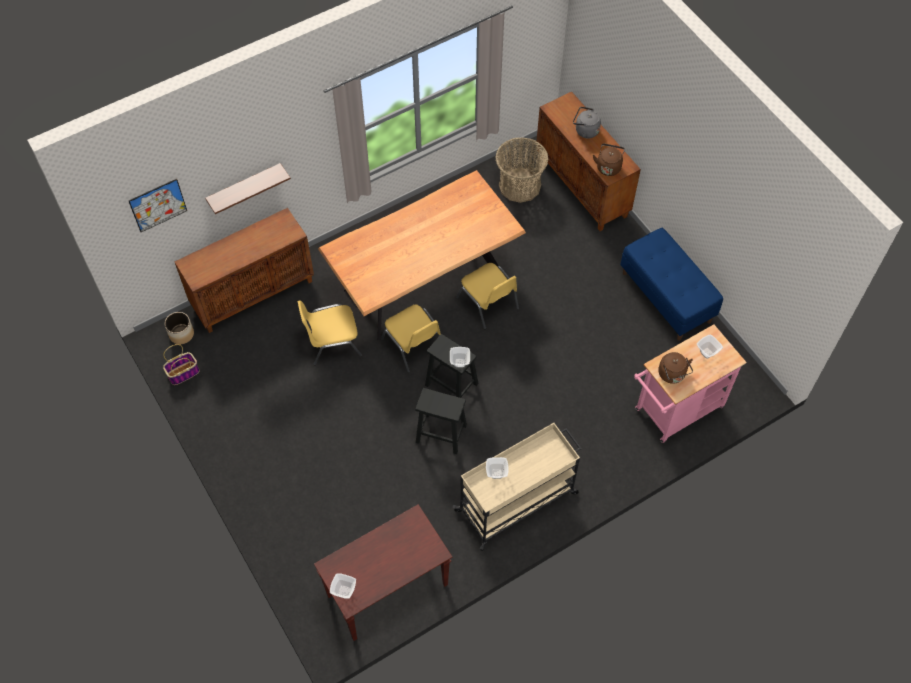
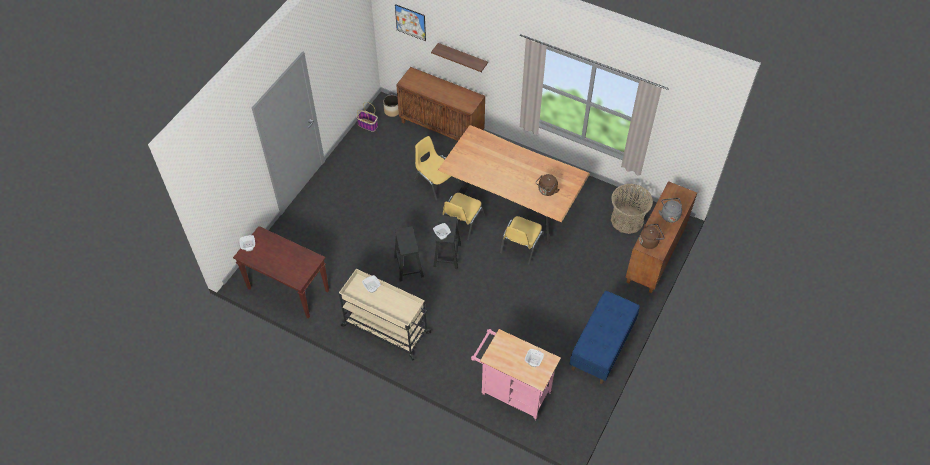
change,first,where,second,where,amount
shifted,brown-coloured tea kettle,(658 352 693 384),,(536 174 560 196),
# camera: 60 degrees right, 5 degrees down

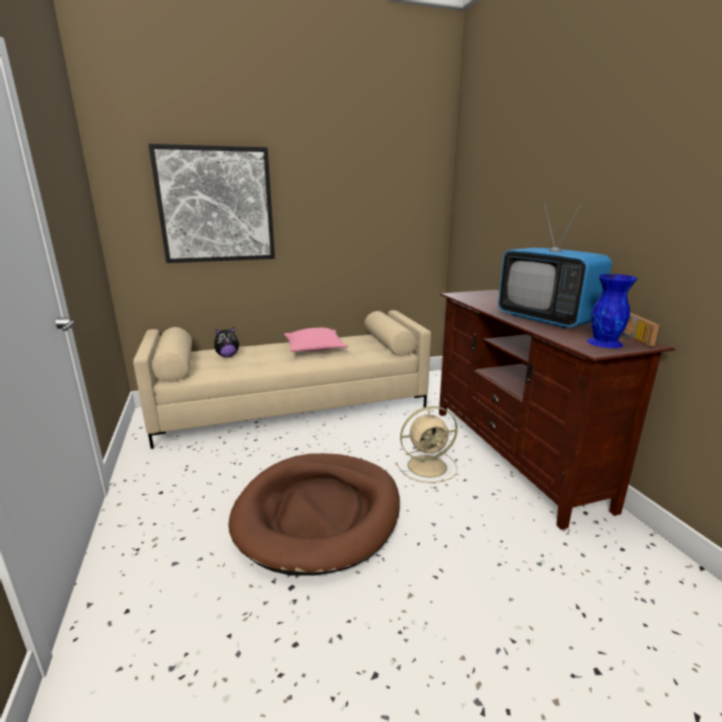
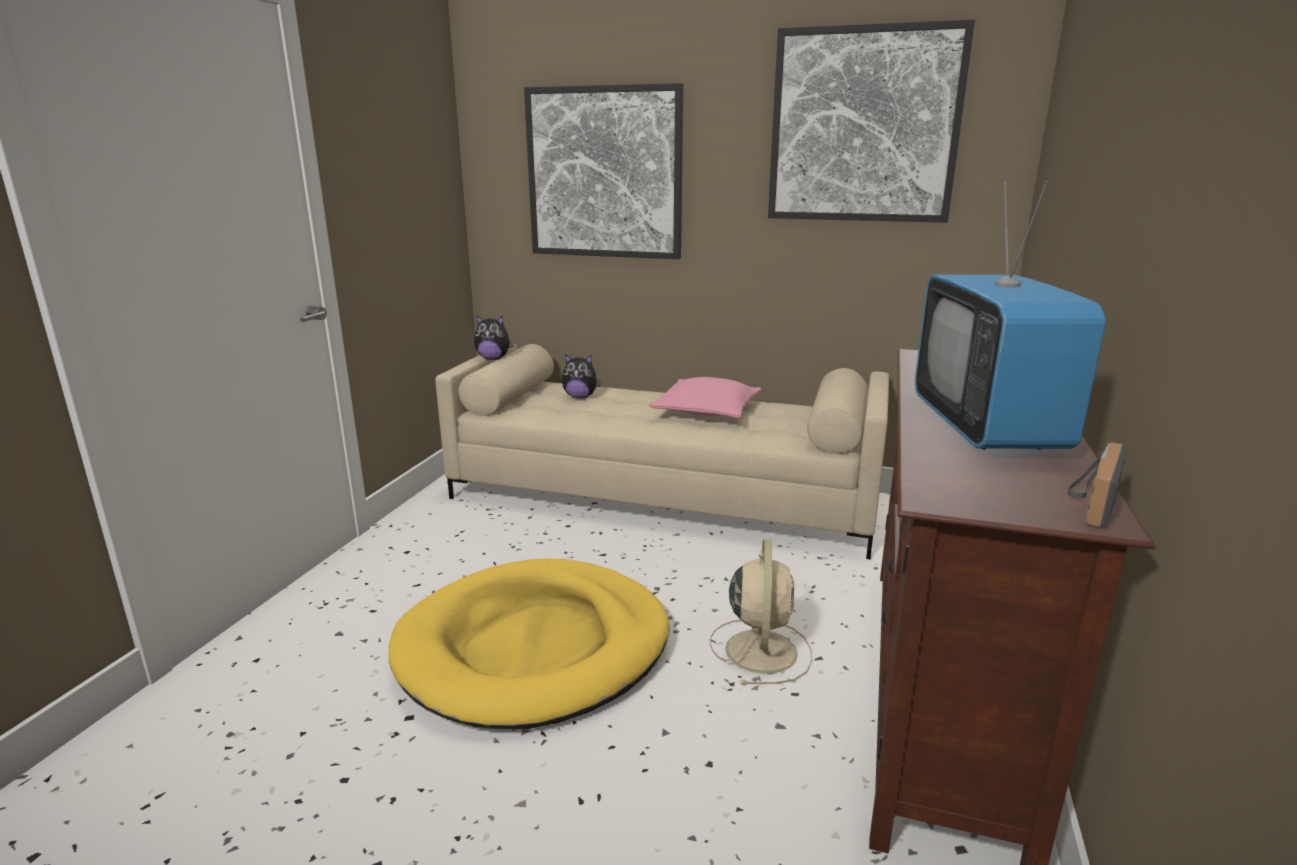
change,first,where,second,where,amount
gone,bluish vase,(587 274 637 348),,,
new,,,plush toy,(474 316 515 360),
new,,,picture,(768 19 975 223),
repainted,brown-coloured pet bed,(228 453 400 576),yellow pet bed,(389 558 670 729),
rotated,beige-coloured electric fan,(395 406 458 483),,(710 539 812 685),105 degrees counterclockwise
# camera: 35 degrees right, 0 degrees up

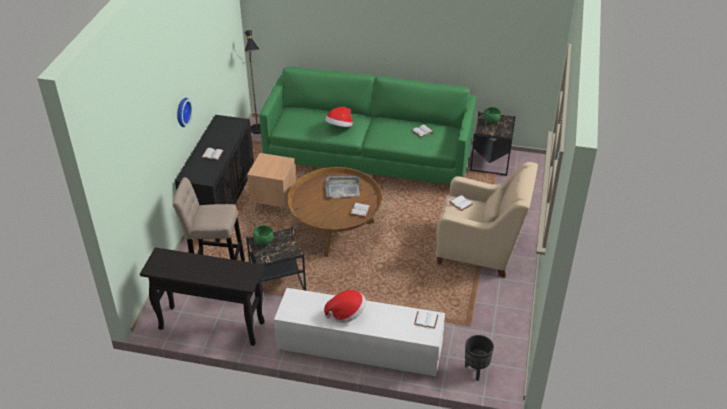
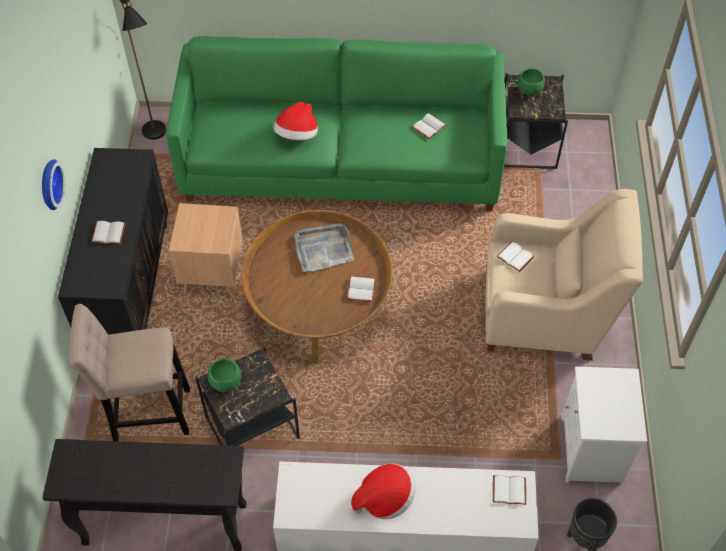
change,first,where,second,where,amount
new,,,whitish night table,(561 367 647 483),
# camera: 10 degrees left, 15 degrees up

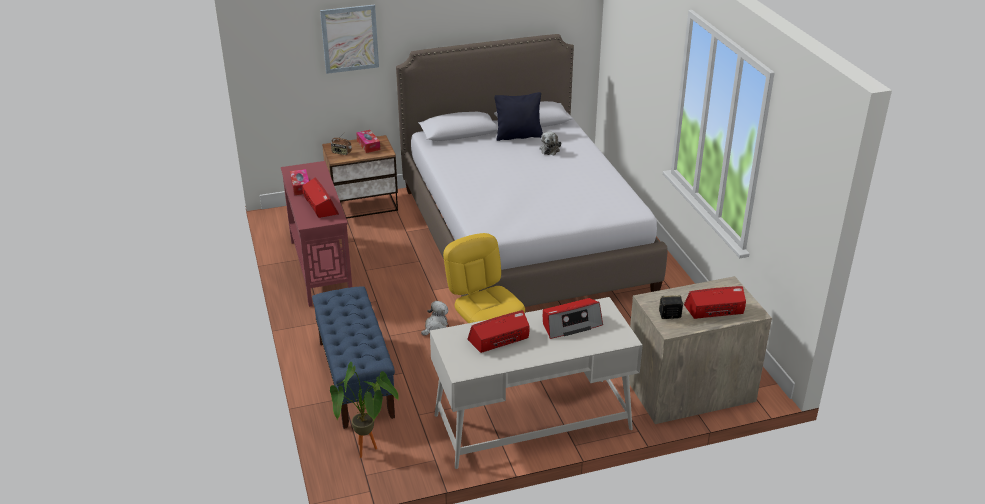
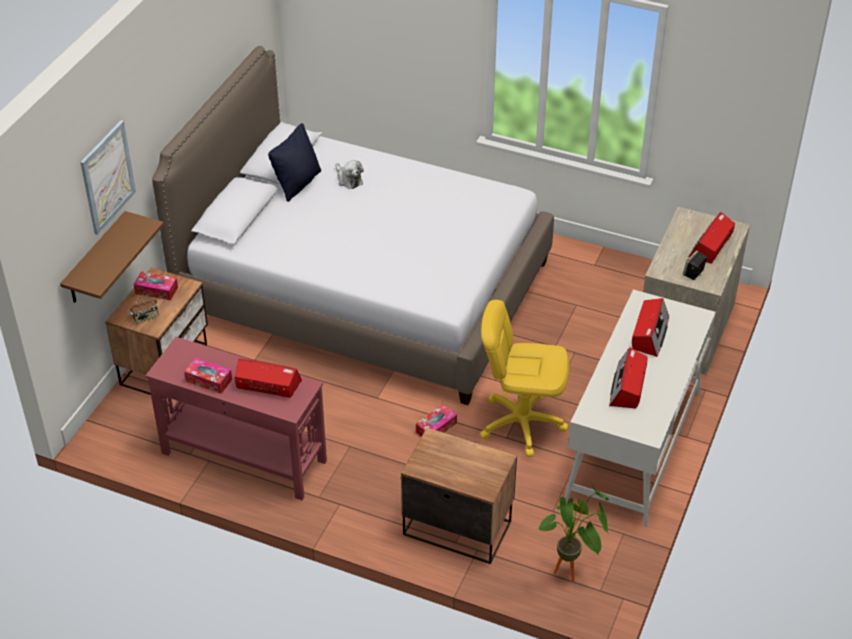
change,first,where,second,where,amount
new,,,brown-coloured shelf,(60 211 164 303),
swapped,bluish long seat,(312 287 395 429),night table,(401 428 517 564),
swapped,plush toy,(421 301 448 336),box of tissues,(416 404 457 437),
# camera: 50 degrees left, 10 degrees up

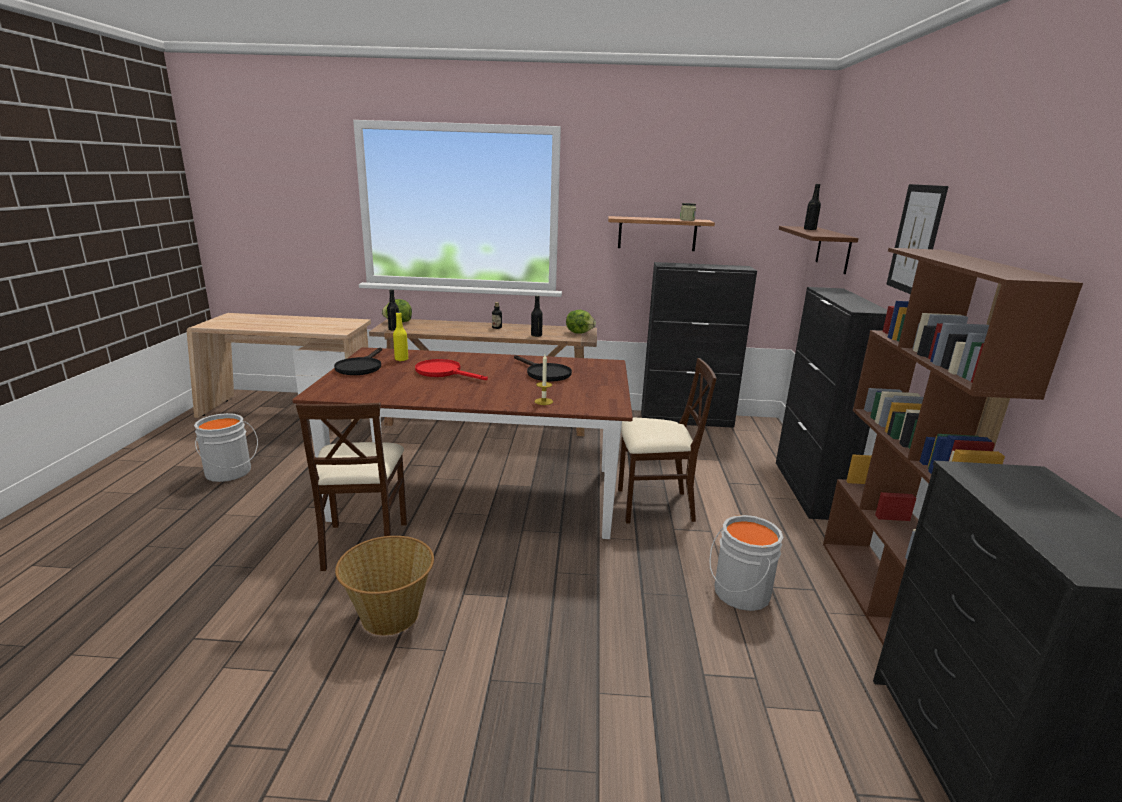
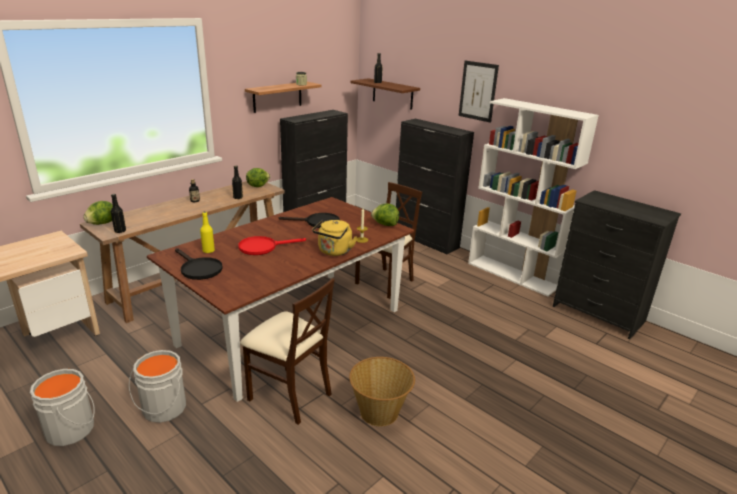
change,first,where,second,where,amount
new,,,yellow tea kettle,(312 220 357 256),
new,,,lettuce head,(371 204 399 226),
shifted,grey bucket,(709 515 783 611),,(129 350 186 423),
repainted,brown-coloured shelving unit,(823 248 1083 645),whitish shelving unit,(468 98 599 297),
# camera: 50 degrees left, 5 degrees up

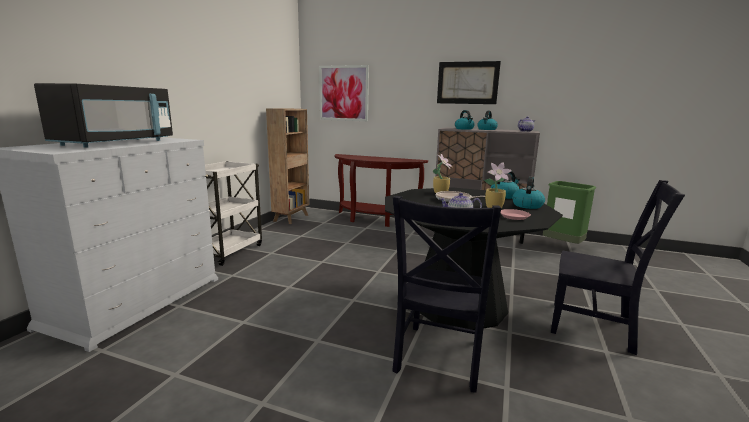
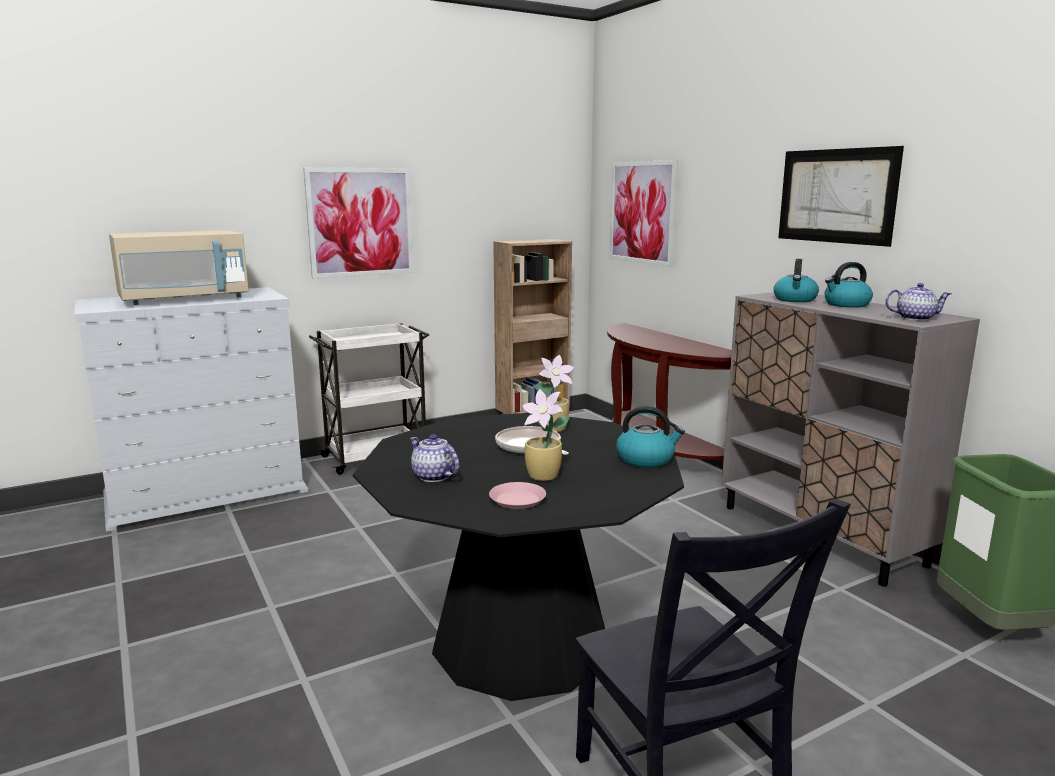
change,first,where,second,where,amount
gone,black chair,(392 196 501 392),,,
gone,tea kettle,(512 177 545 209),,,
new,,,picture,(303 167 414 279),
repainted,black kitchen microwave,(34 83 173 148),beige-coloured kitchen microwave,(109 230 249 305),
# camera: 40 degrees right, 0 degrees up

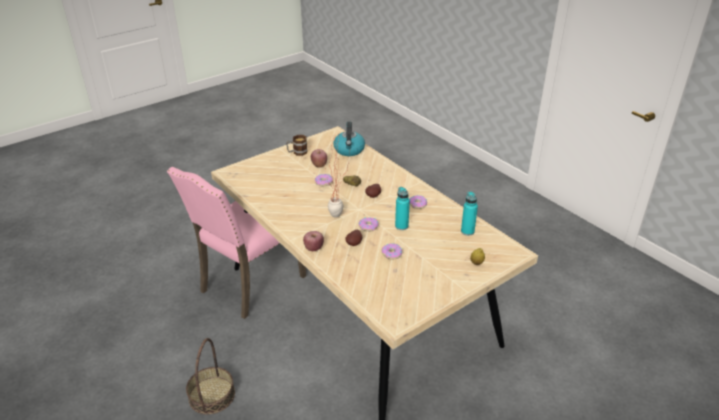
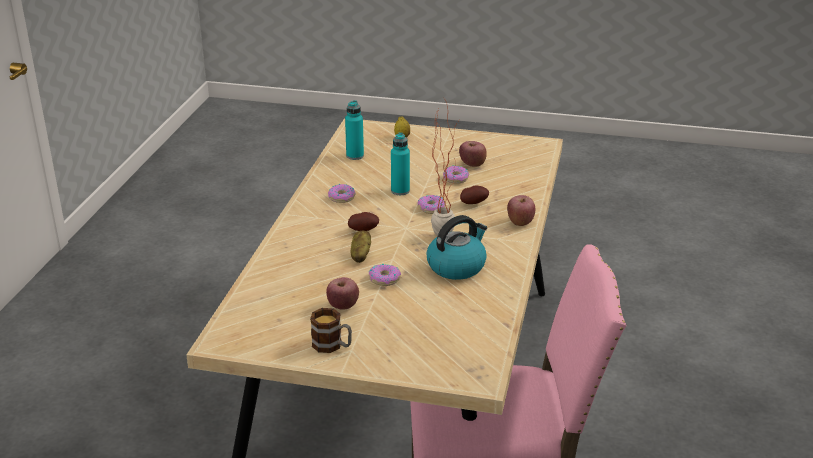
change,first,where,second,where,amount
gone,household basket,(186 338 235 415),,,
new,,,apple,(459 141 487 167),
shifted,tea kettle,(333 122 365 156),,(426 215 487 280),
# camera: 130 degrees left, 5 degrees down

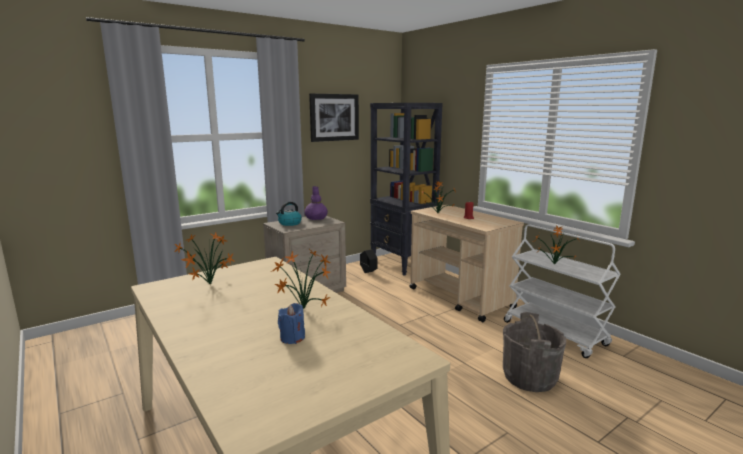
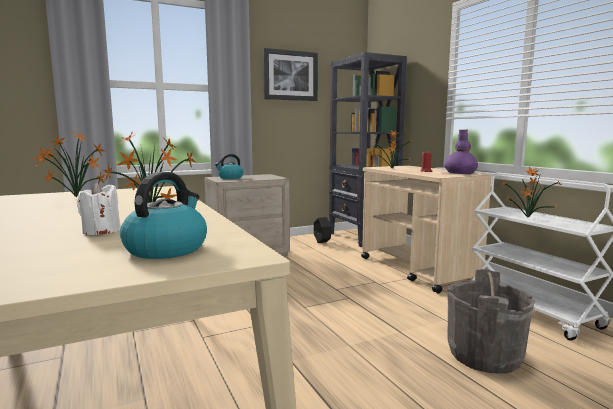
change,first,where,second,where,amount
new,,,tea kettle,(120 172 207 259),
shifted,purplish vase,(304 186 328 220),,(444 130 478 174),
repainted,bluish wax light,(278 303 305 344),whitish wax light,(77 182 121 235),
# camera: 10 degrees right, 5 degrees down

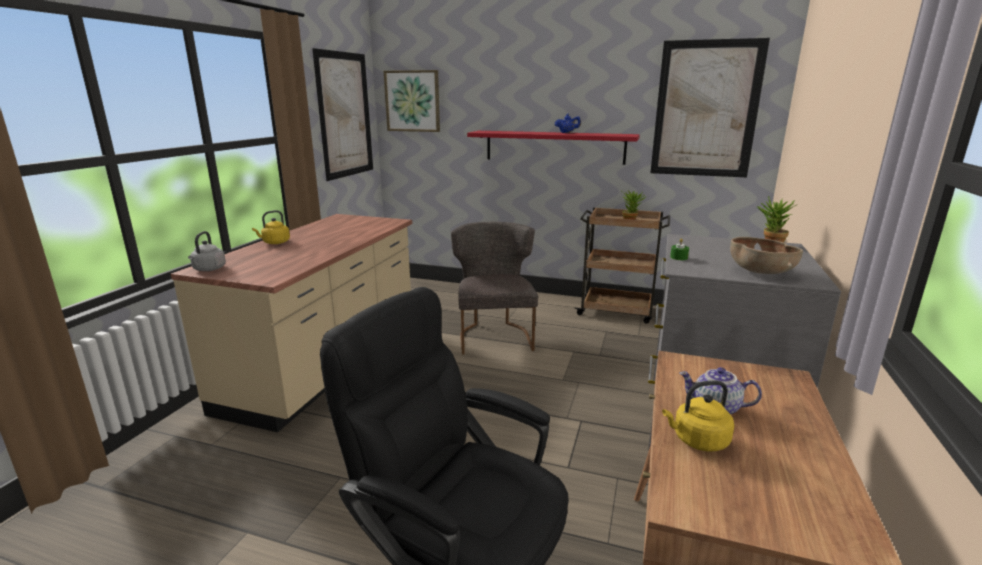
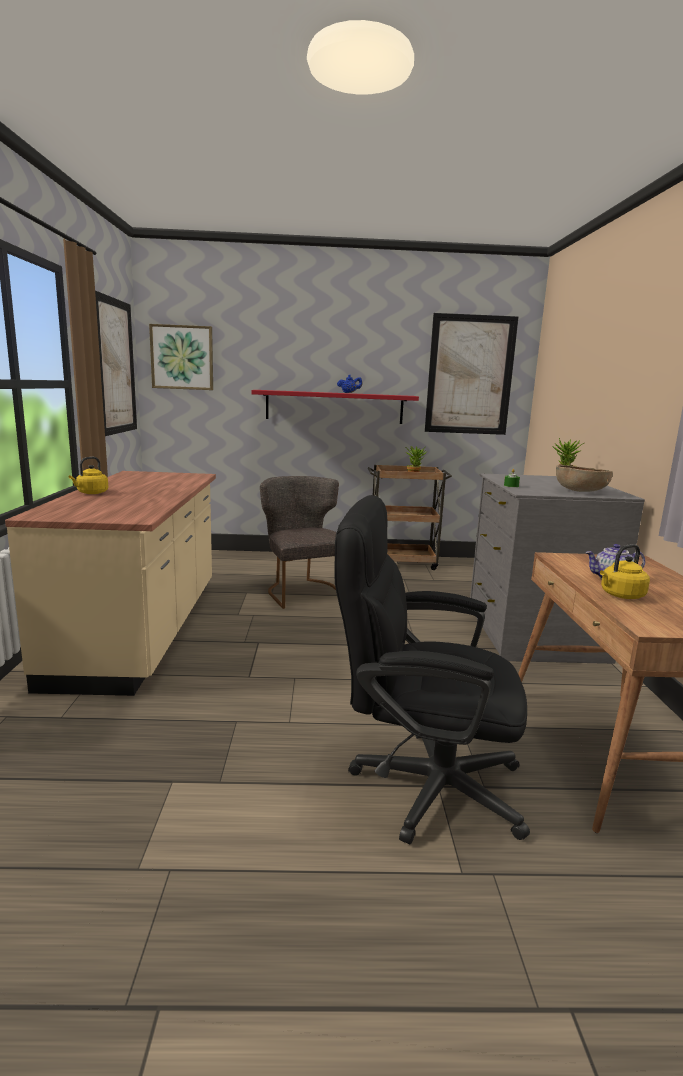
change,first,where,second,where,amount
gone,grey tea kettle,(188 231 226 271),,,
# camera: 20 degrees left, 5 degrees down

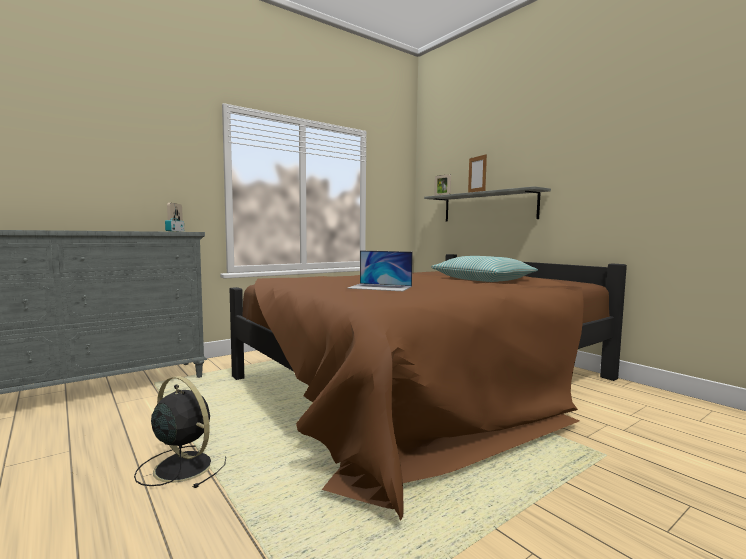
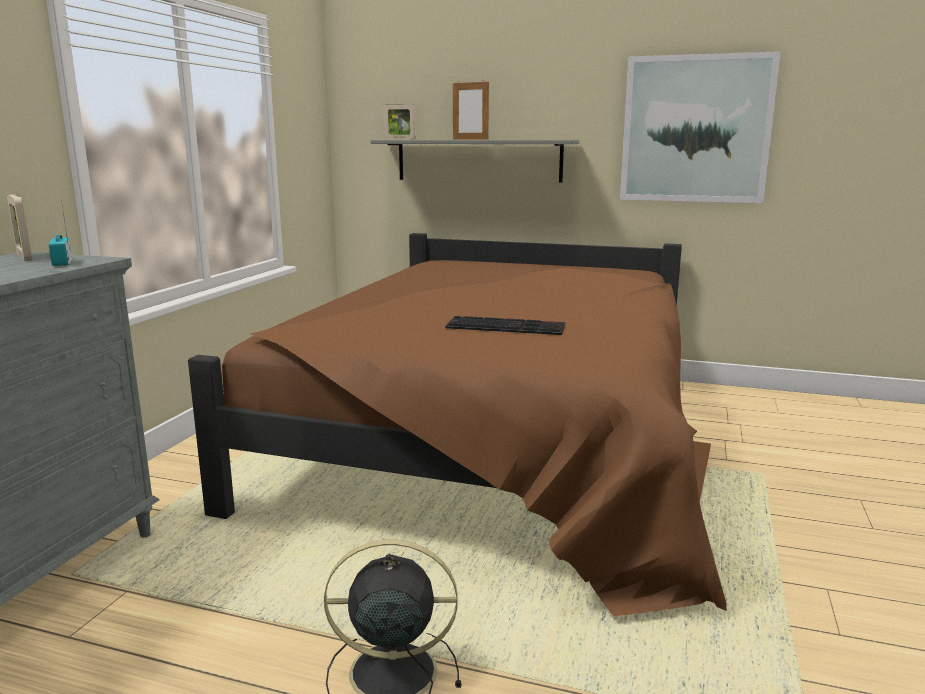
change,first,where,second,where,amount
gone,pillow,(431 256 538 282),,,
new,,,picture,(620 51 781 203),
swapped,notebook computer,(347 250 413 291),PC keyboard,(446 316 565 335),
# camera: 35 degrees left, 10 degrees up

